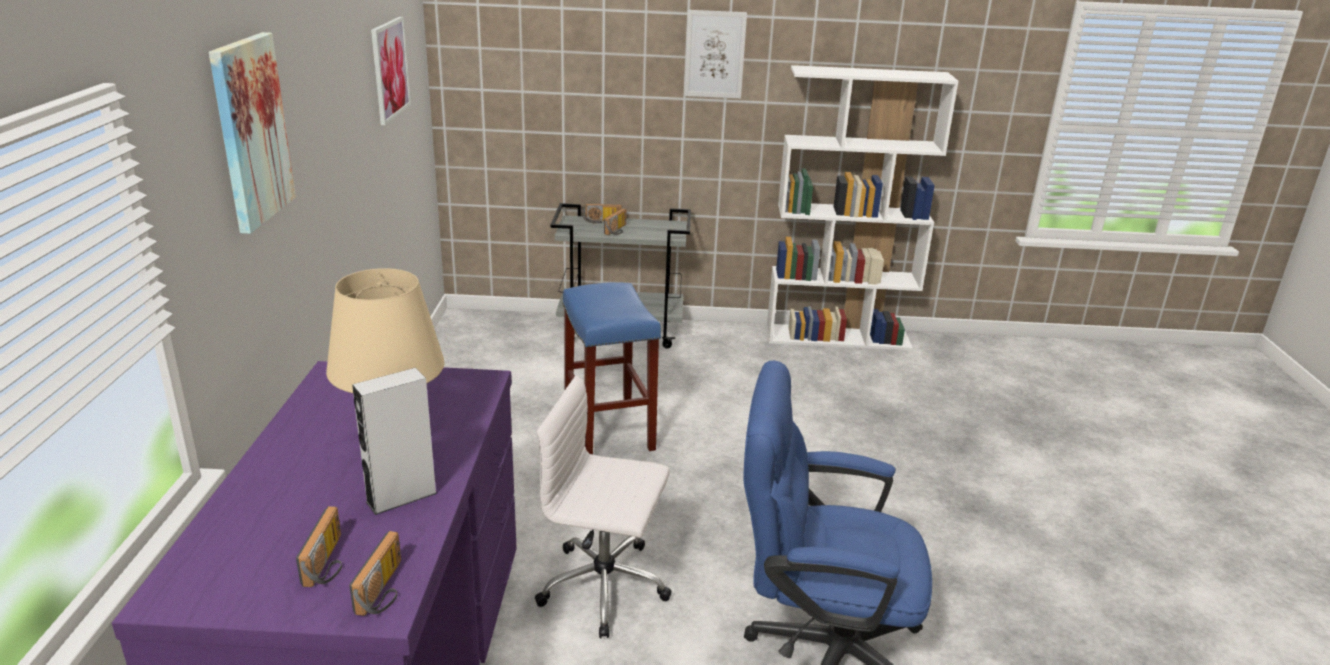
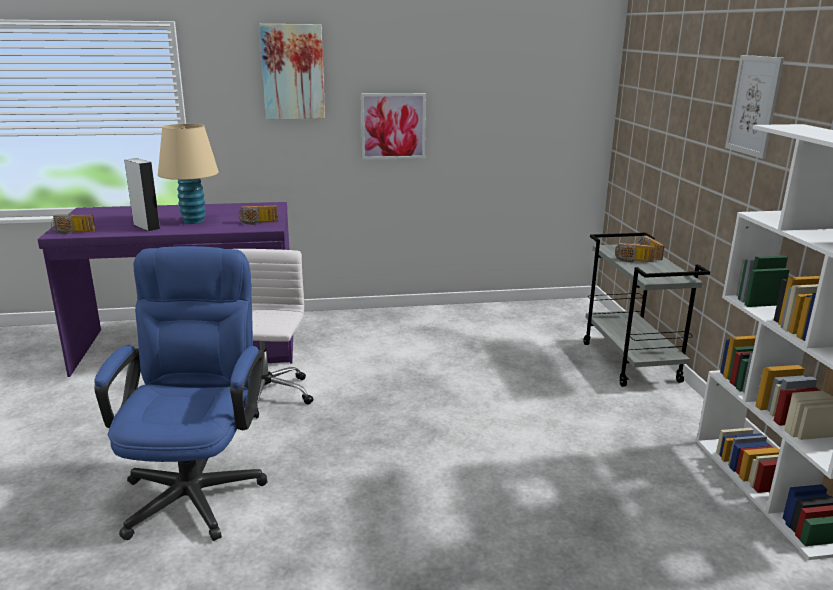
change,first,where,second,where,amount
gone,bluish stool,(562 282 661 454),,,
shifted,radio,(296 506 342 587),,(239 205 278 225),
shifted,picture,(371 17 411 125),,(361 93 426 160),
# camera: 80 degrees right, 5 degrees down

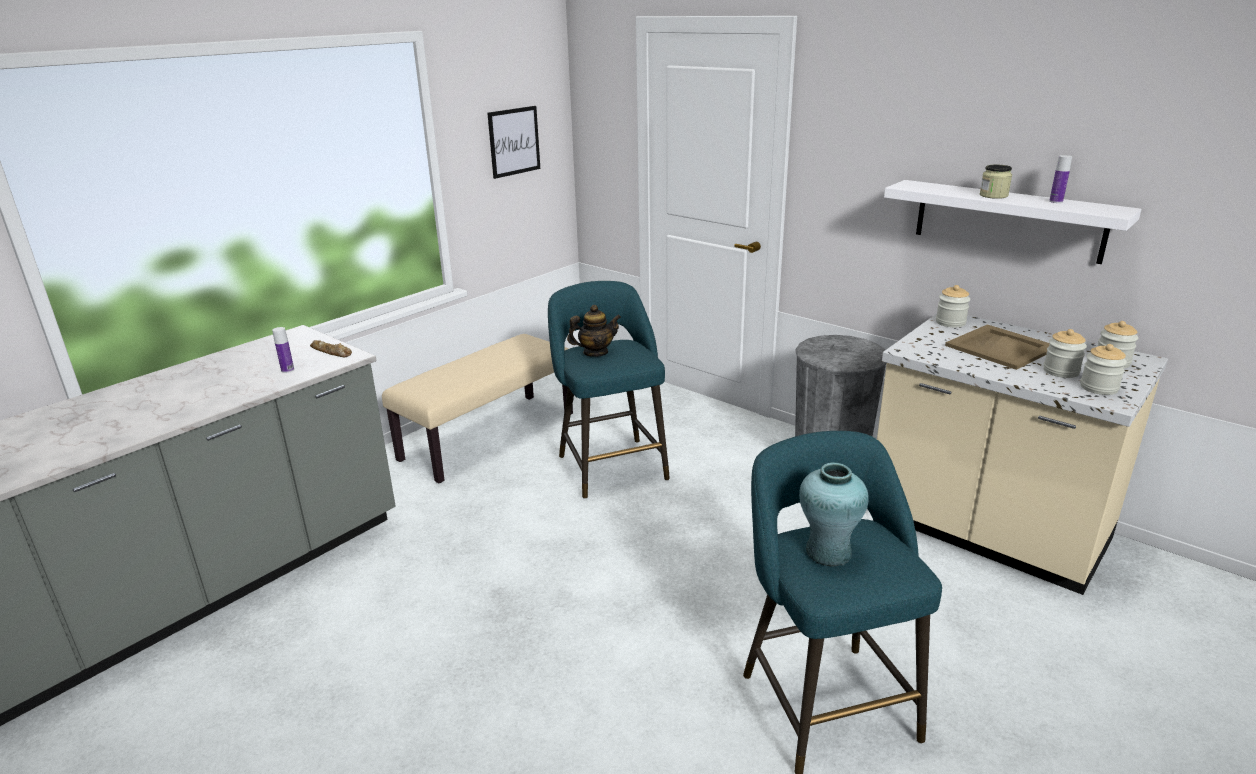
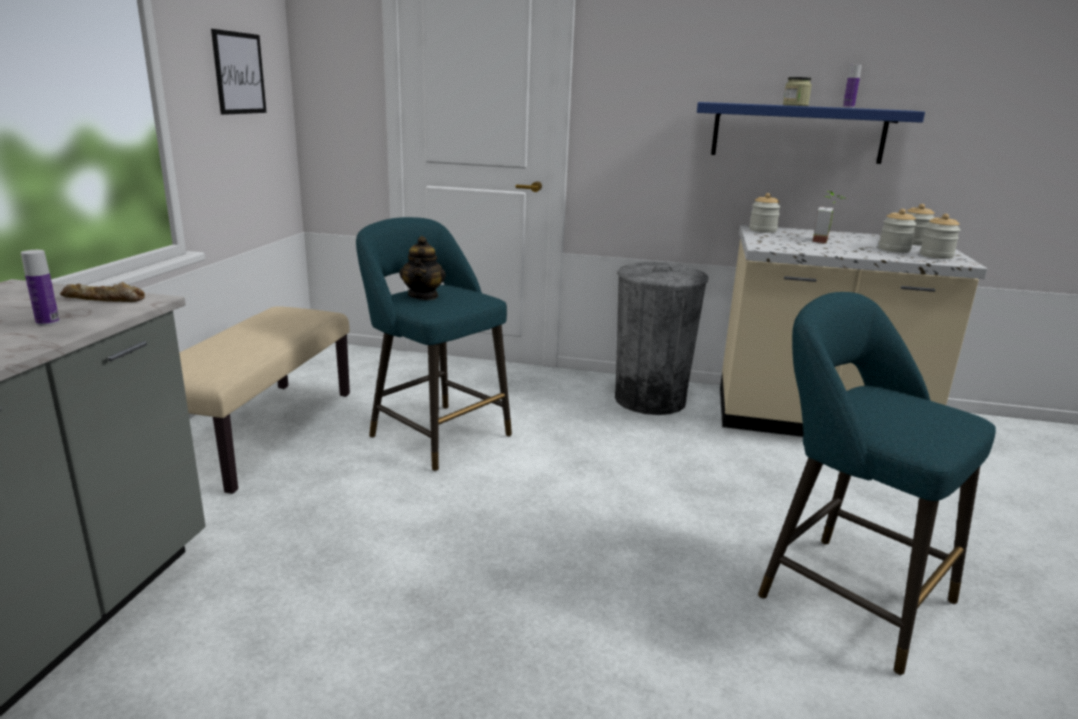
change,first,where,second,where,amount
gone,turquoise-coloured vase,(799 463 869 567),,,
swapped,beige-coloured carrying tray,(945 324 1050 370),houseplant,(812 191 847 243),
repainted,whitish shelf,(884 180 1142 264),bluish shelf,(697 102 925 164),
rotated,teapot,(567 305 621 357),,(400 236 446 300),135 degrees clockwise
# camera: 30 degrees left, 5 degrees down

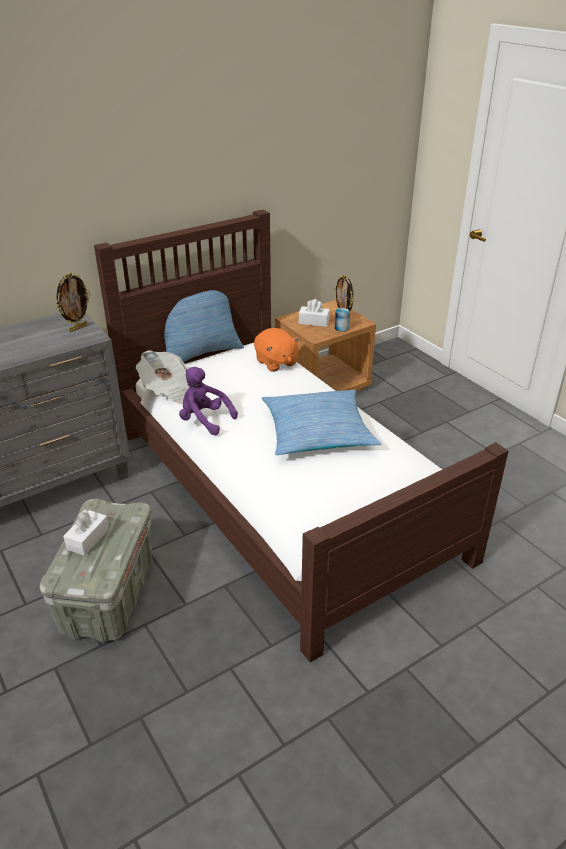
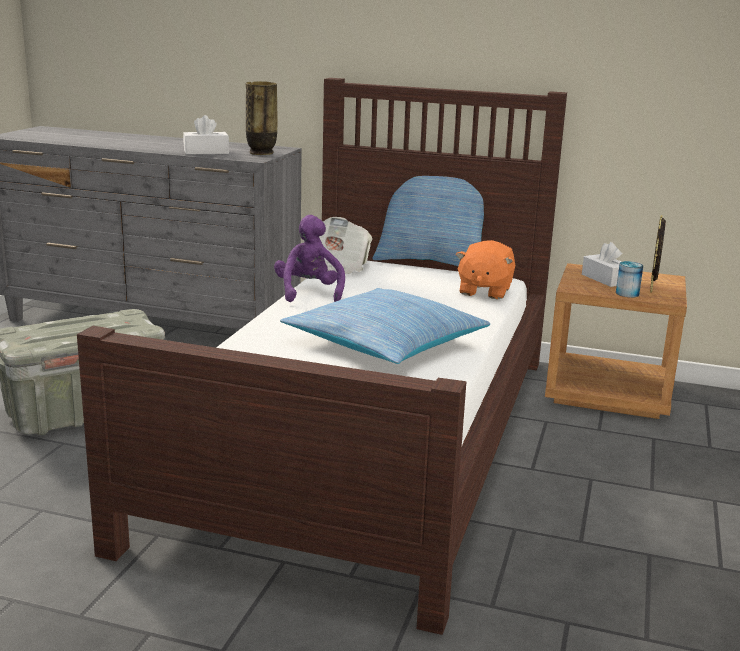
change,first,where,second,where,amount
shifted,whitish box of tissues,(63 510 109 556),,(183 115 229 155),
swapped,picture frame,(56 272 90 332),vase,(246 81 278 155),
# camera: 50 degrees right, 15 degrees down

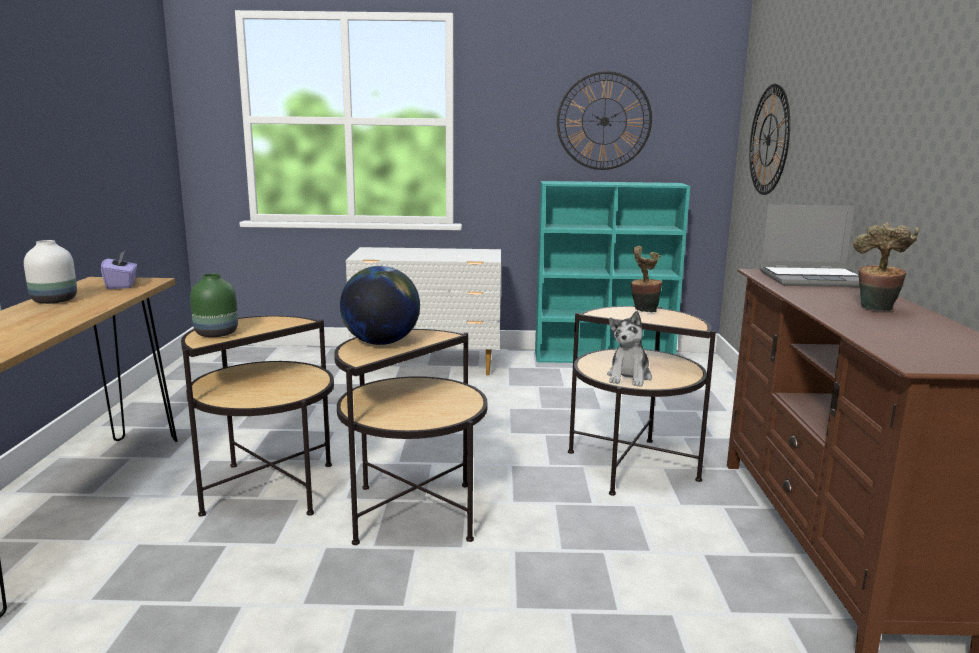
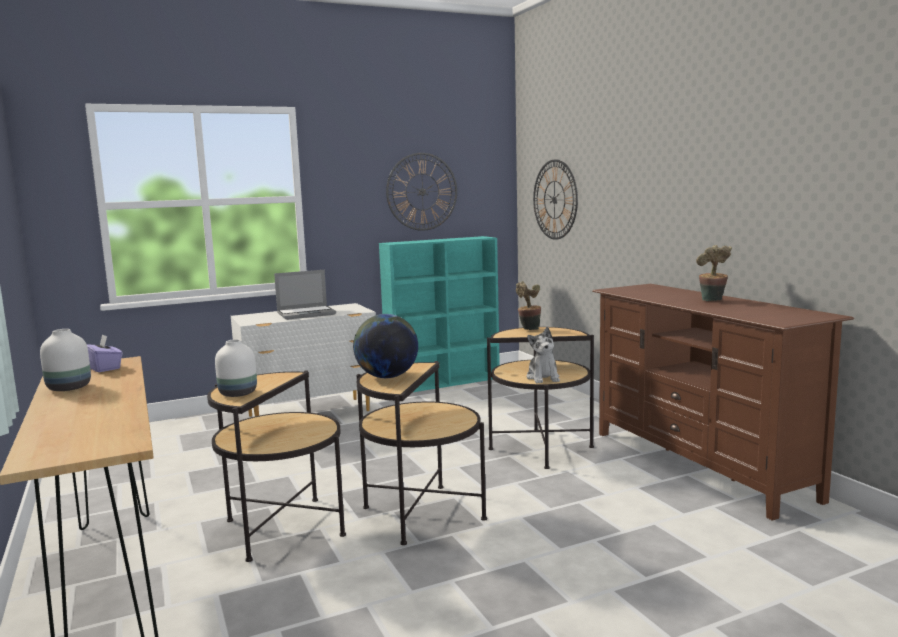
change,first,where,second,where,amount
shifted,notebook computer,(760 205 860 287),,(274 270 336 320),
repainted,green vase,(190 273 238 337),whitish vase,(215 339 257 397),
# camera: 25 degrees left, 5 degrees down

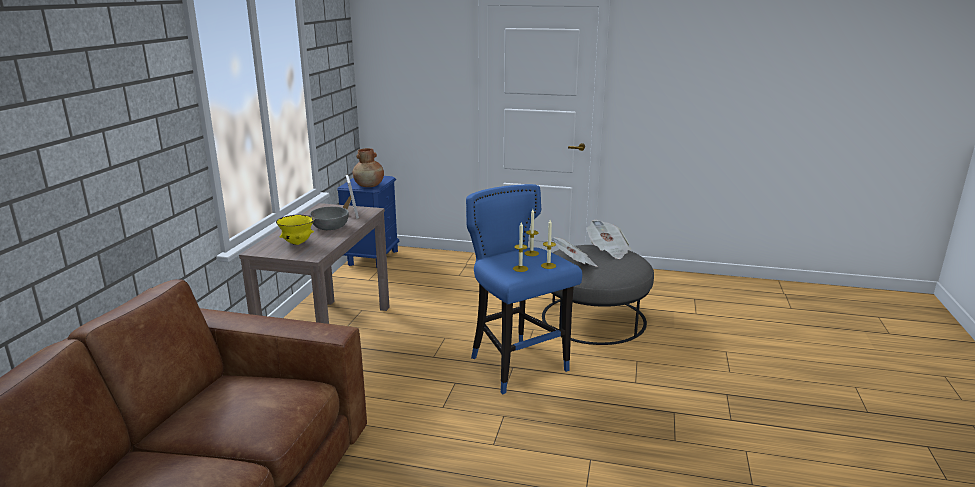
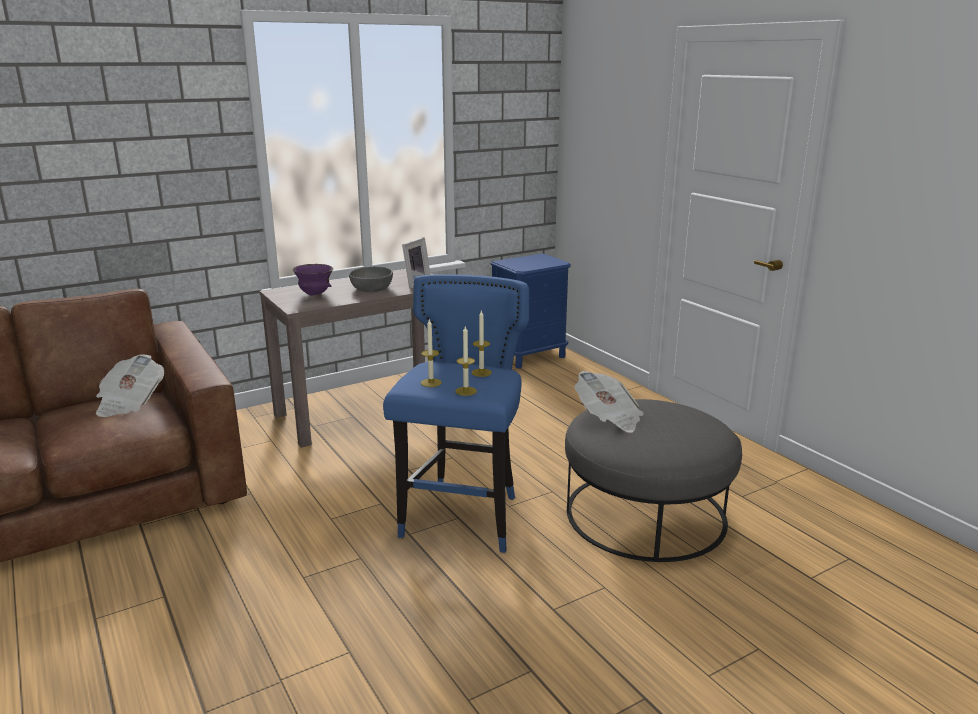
change,first,where,second,where,amount
gone,brown-coloured vase,(353 148 384 187),,,
shifted,printed paper,(586 220 631 259),,(96 354 164 417),
repainted,yellow serving bowl,(276 215 315 245),purplish serving bowl,(292 264 333 296),
# camera: 45 degrees right, 0 degrees up

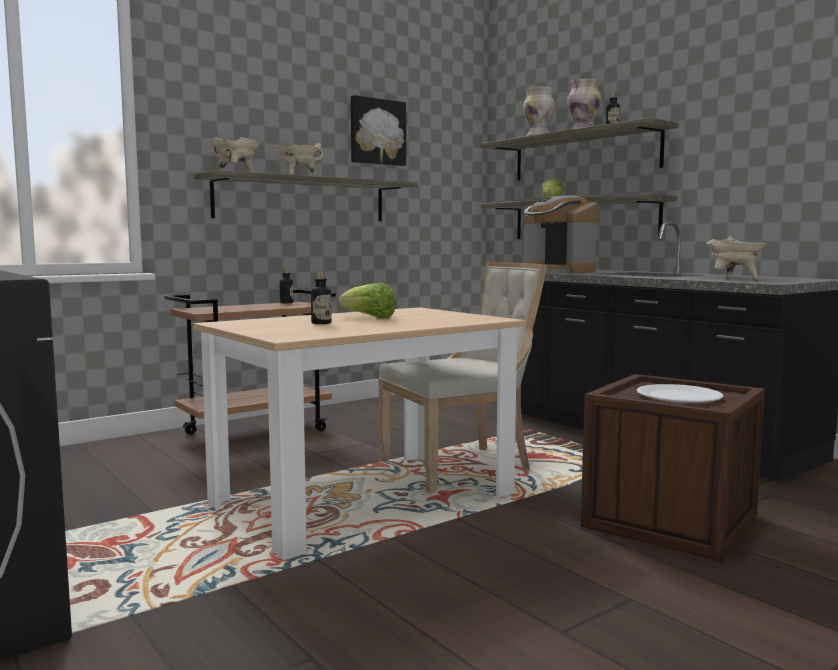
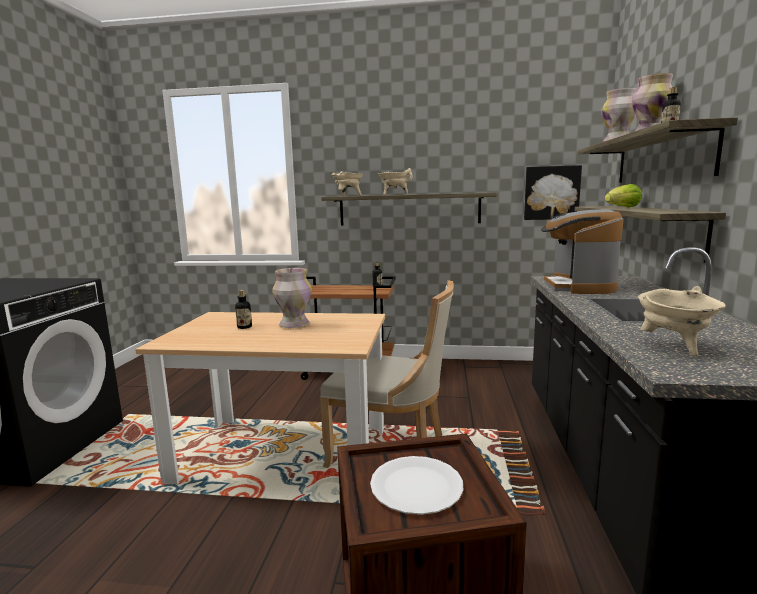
change,first,where,second,where,amount
shifted,picture,(351 95 406 166),,(524 165 582 220),
swapped,lettuce head,(339 283 396 319),vase,(272 268 312 328),
# camera: 45 degrees right, 5 degrees up

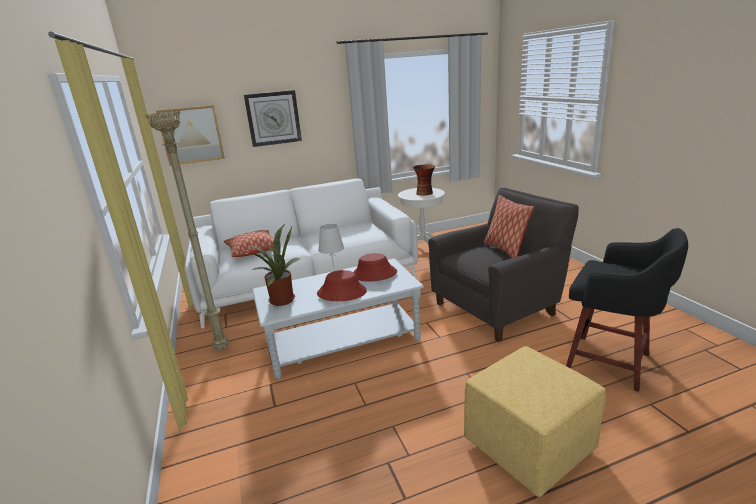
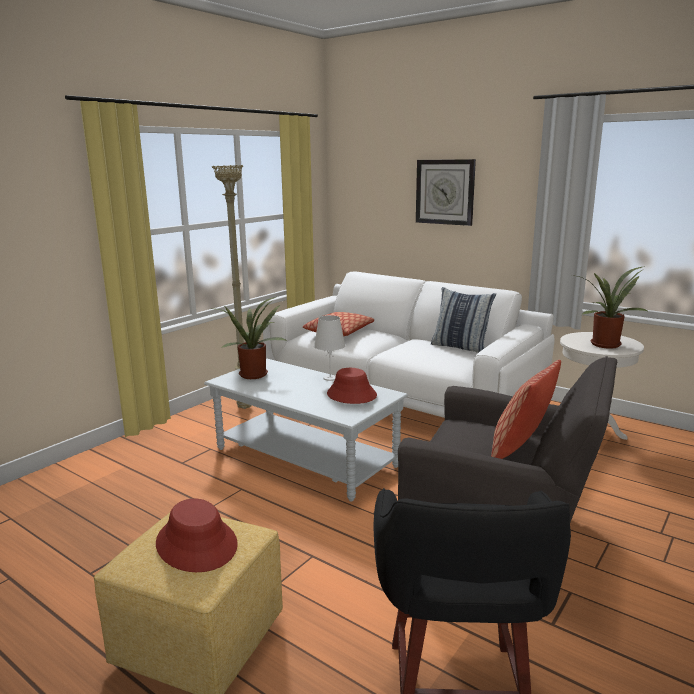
change,first,where,second,where,amount
gone,picture,(156 105 225 166),,,
new,,,pillow,(431 287 496 353),
shifted,red-coloured wearable hat,(317 270 367 301),,(156 498 238 572),
swapped,vase,(413 164 435 196),houseplant,(572 266 649 349),
# camera: 55 degrees right, 5 degrees down

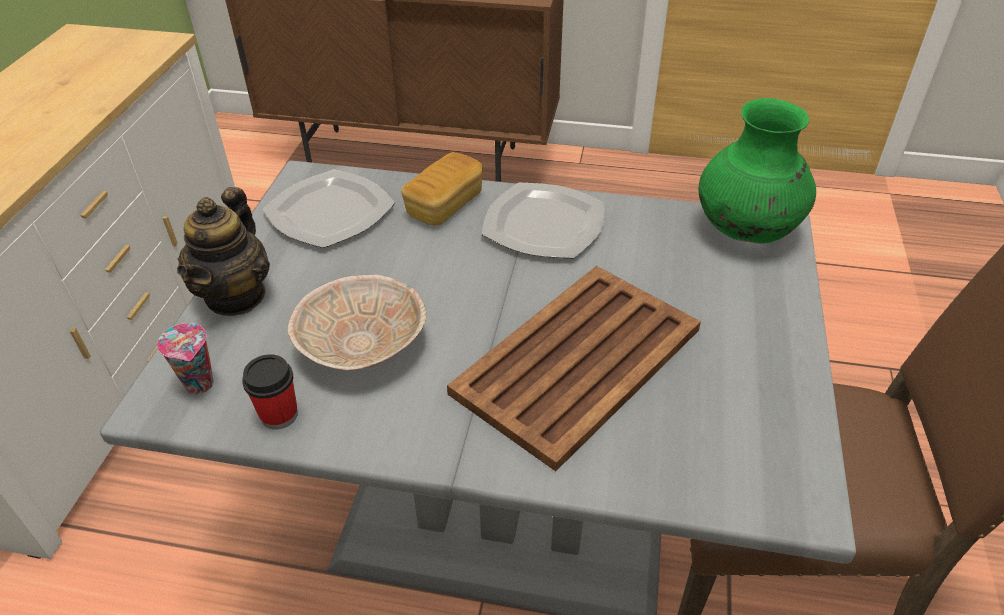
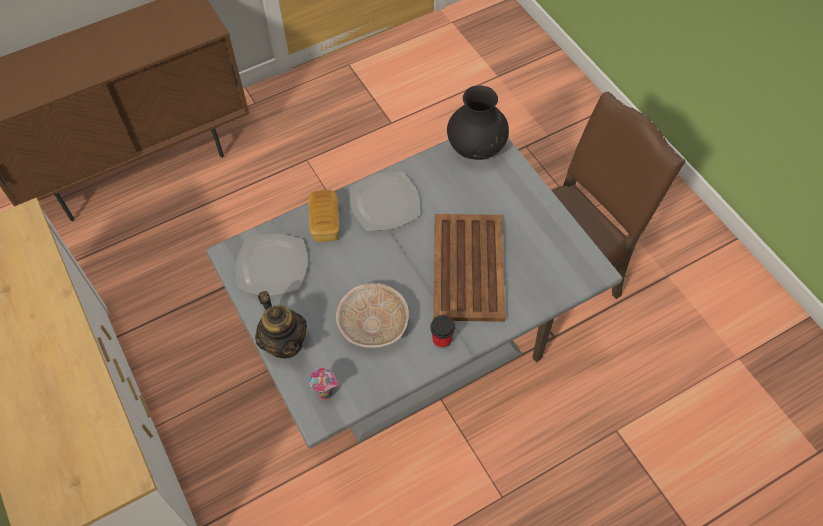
change,first,where,second,where,amount
shifted,cup,(242 354 298 430),,(430 315 455 349),
repainted,green vase,(699 98 816 244),black vase,(447 85 509 160),
# camera: 40 degrees left, 15 degrees up

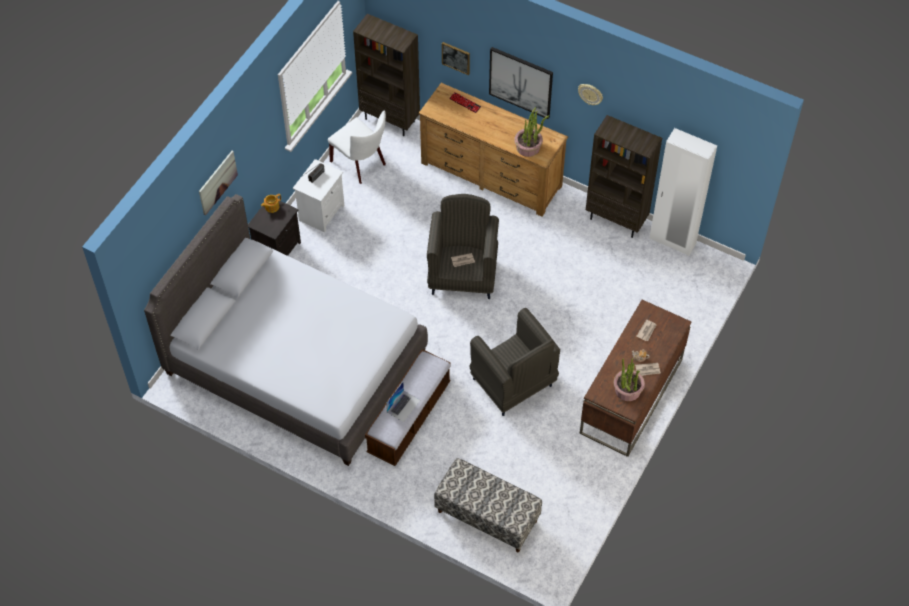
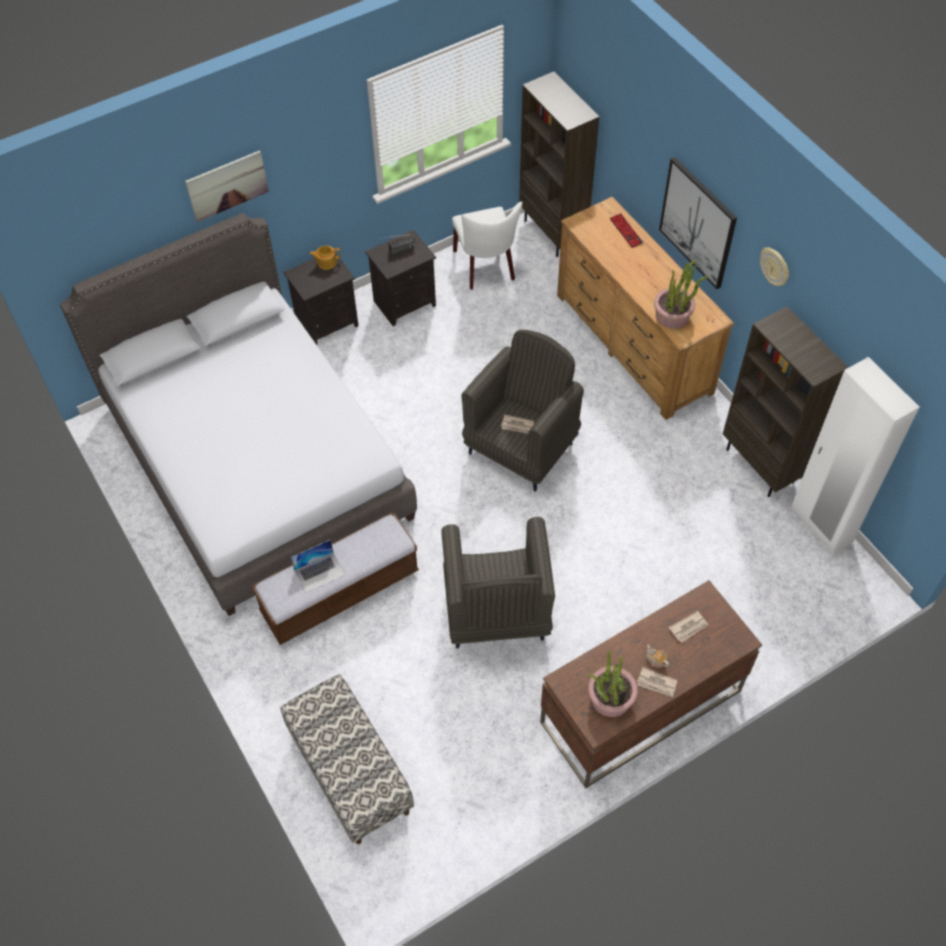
change,first,where,second,where,amount
gone,picture,(442 42 470 75),,,
repainted,whitish night table,(293 159 344 232),black night table,(365 230 436 326),
# camera: 30 degrees right, 0 degrees up

